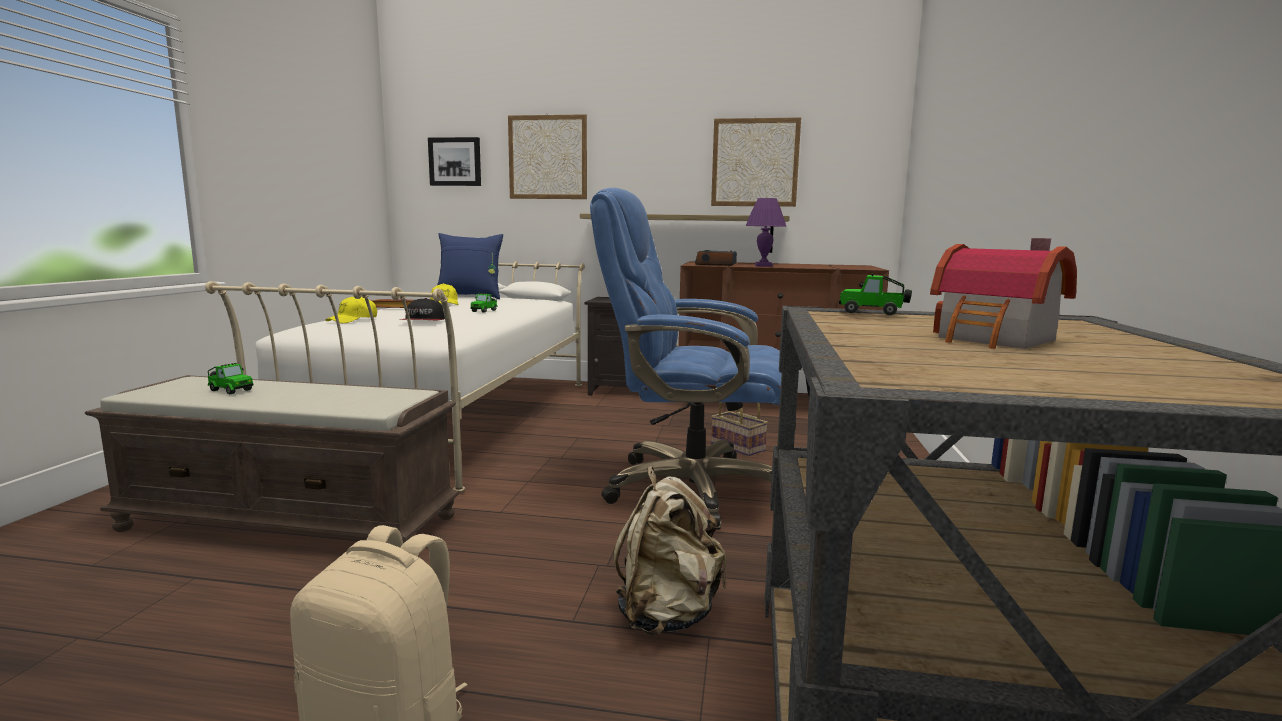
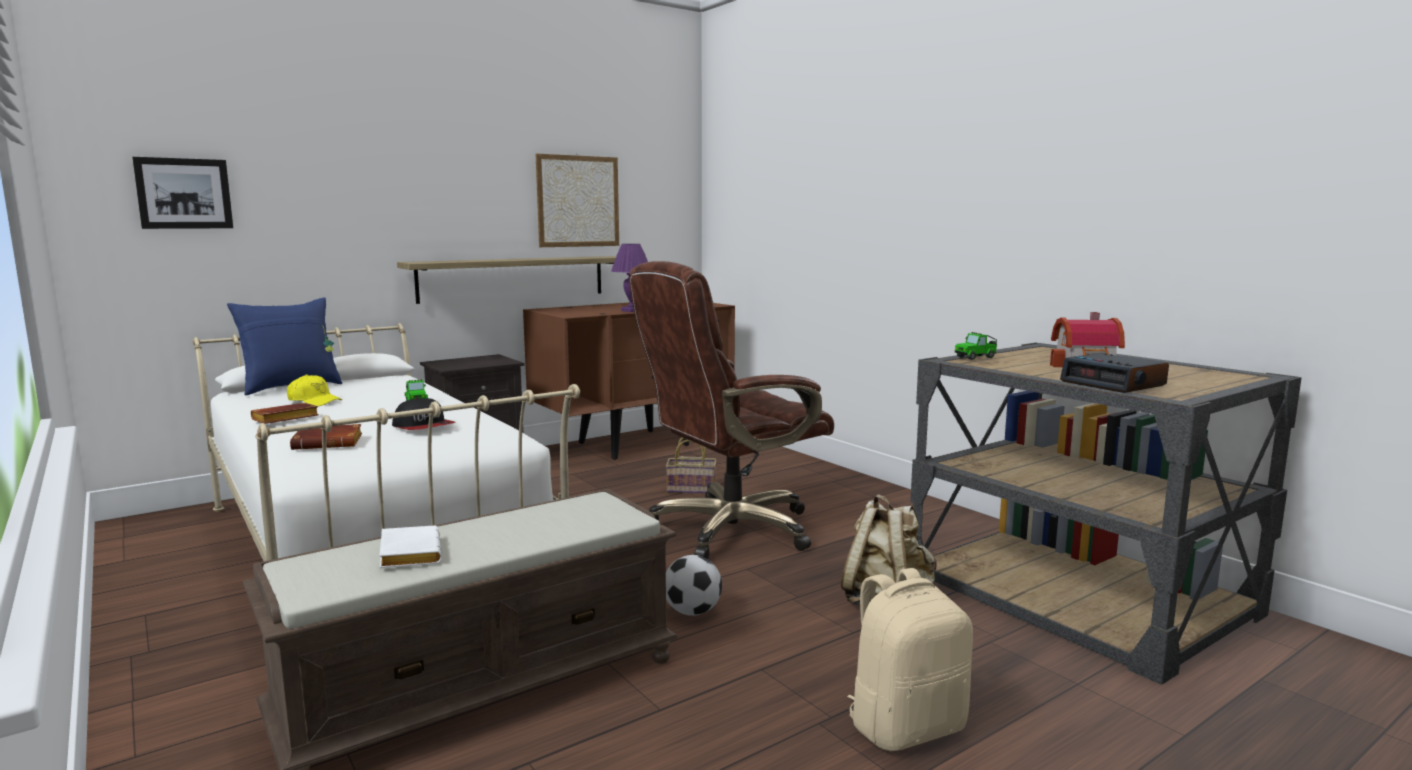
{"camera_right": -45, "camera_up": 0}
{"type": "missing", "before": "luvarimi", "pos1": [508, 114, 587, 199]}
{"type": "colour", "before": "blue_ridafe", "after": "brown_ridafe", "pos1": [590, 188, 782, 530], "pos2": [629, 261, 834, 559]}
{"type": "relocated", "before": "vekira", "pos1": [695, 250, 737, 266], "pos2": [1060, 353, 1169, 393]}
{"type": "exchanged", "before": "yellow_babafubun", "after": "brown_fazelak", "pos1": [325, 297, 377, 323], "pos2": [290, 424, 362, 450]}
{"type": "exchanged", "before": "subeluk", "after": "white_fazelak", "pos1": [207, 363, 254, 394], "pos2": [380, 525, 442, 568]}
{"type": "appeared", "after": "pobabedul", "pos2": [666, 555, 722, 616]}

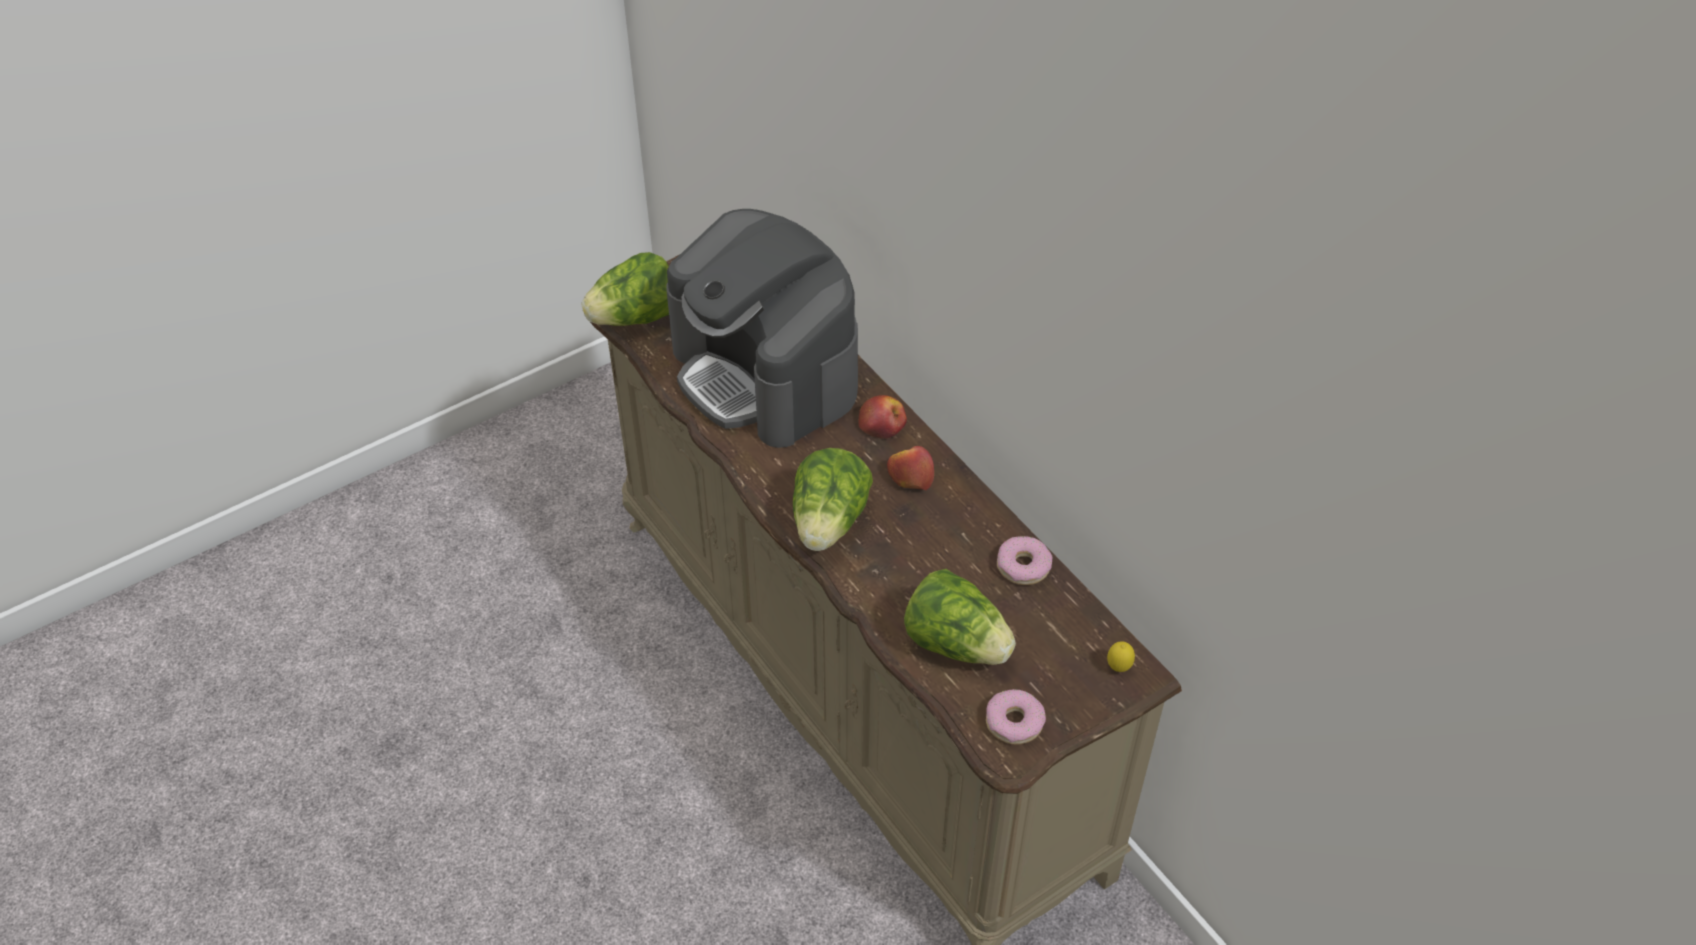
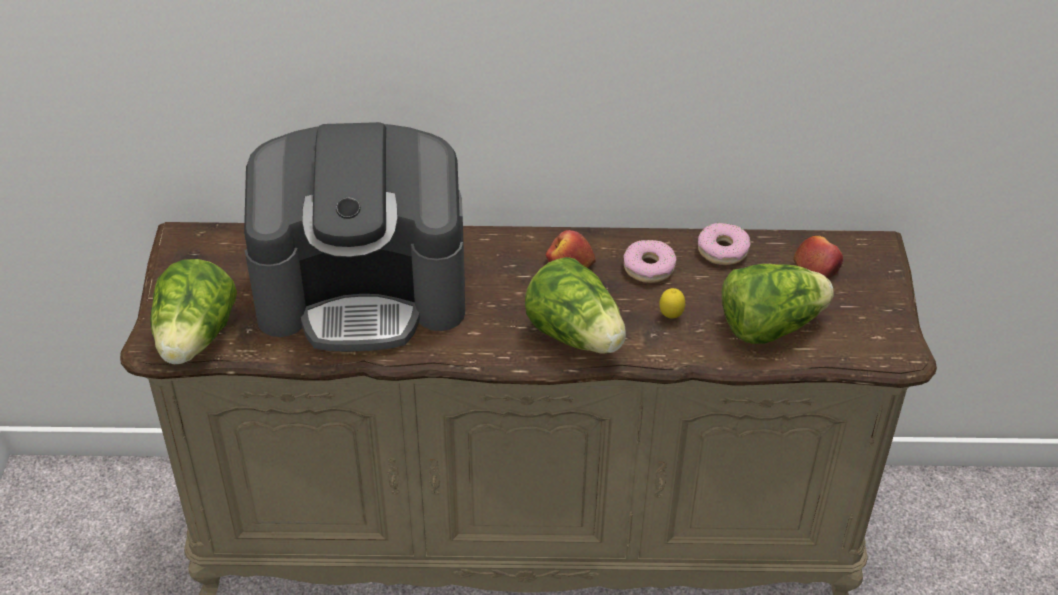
{"camera_right": -55, "camera_up": -5}
{"type": "relocated", "before": "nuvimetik", "pos1": [858, 395, 907, 439], "pos2": [793, 236, 843, 278]}
{"type": "relocated", "before": "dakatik", "pos1": [1107, 641, 1135, 672], "pos2": [659, 288, 685, 319]}
{"type": "relocated", "before": "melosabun", "pos1": [986, 689, 1046, 744], "pos2": [623, 240, 676, 283]}

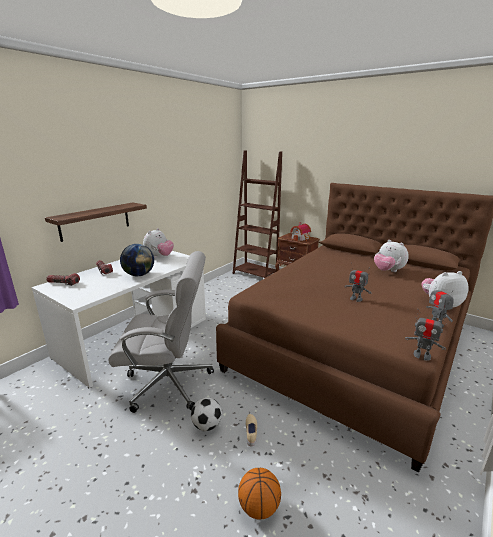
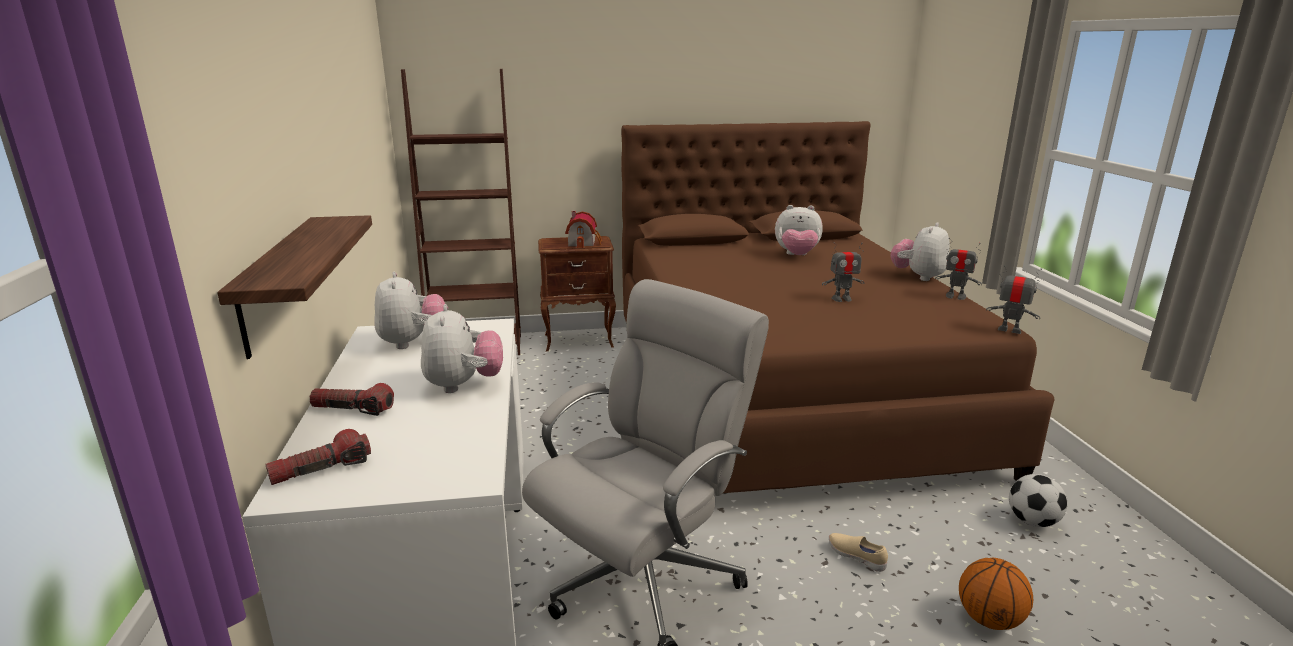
{"camera_right": -45, "camera_up": 0}
{"type": "exchanged", "before": "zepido", "after": "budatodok", "pos1": [120, 244, 154, 276], "pos2": [421, 304, 503, 393]}
{"type": "spun", "before": "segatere", "pos1": [405, 309, 447, 361], "pos2": [986, 265, 1042, 334], "turn": -135}
{"type": "relocated", "before": "pobabedul", "pos1": [191, 397, 222, 431], "pos2": [1009, 474, 1068, 527]}

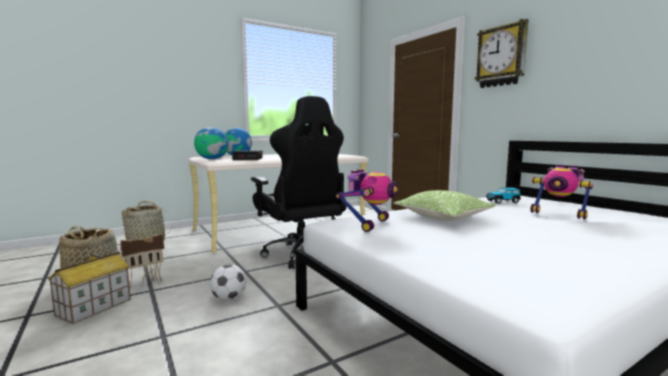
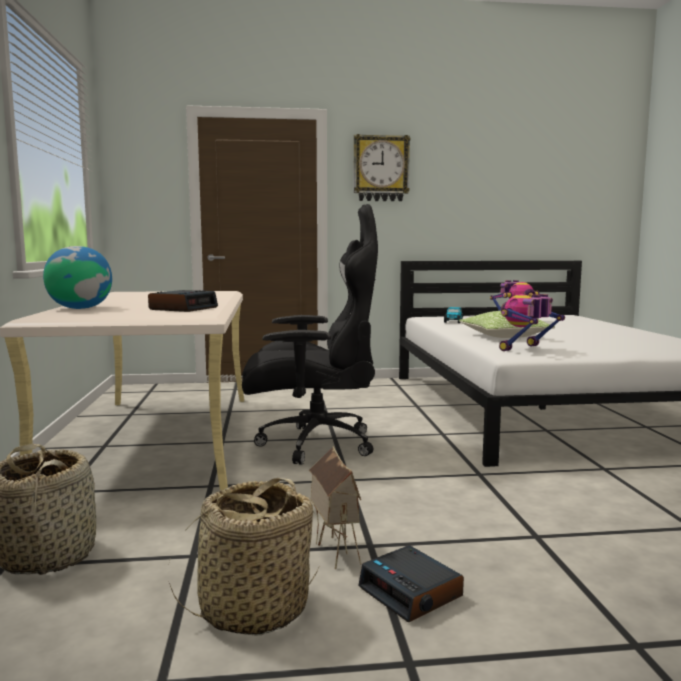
{"camera_right": -65, "camera_up": 0}
{"type": "missing", "before": "zepido", "pos1": [194, 127, 228, 159]}
{"type": "spun", "before": "segatere", "pos1": [335, 169, 398, 232], "pos2": [499, 294, 565, 351], "turn": -90}
{"type": "exchanged", "before": "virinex", "after": "vekira", "pos1": [48, 252, 131, 324], "pos2": [358, 545, 464, 622]}
{"type": "missing", "before": "pobabedul", "pos1": [210, 264, 246, 301]}

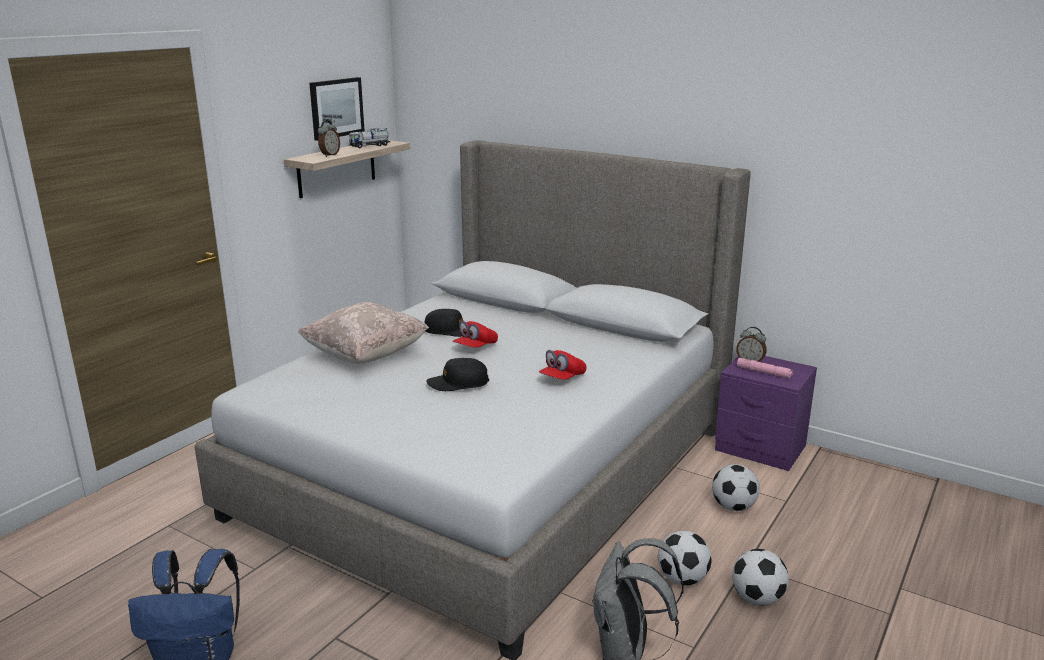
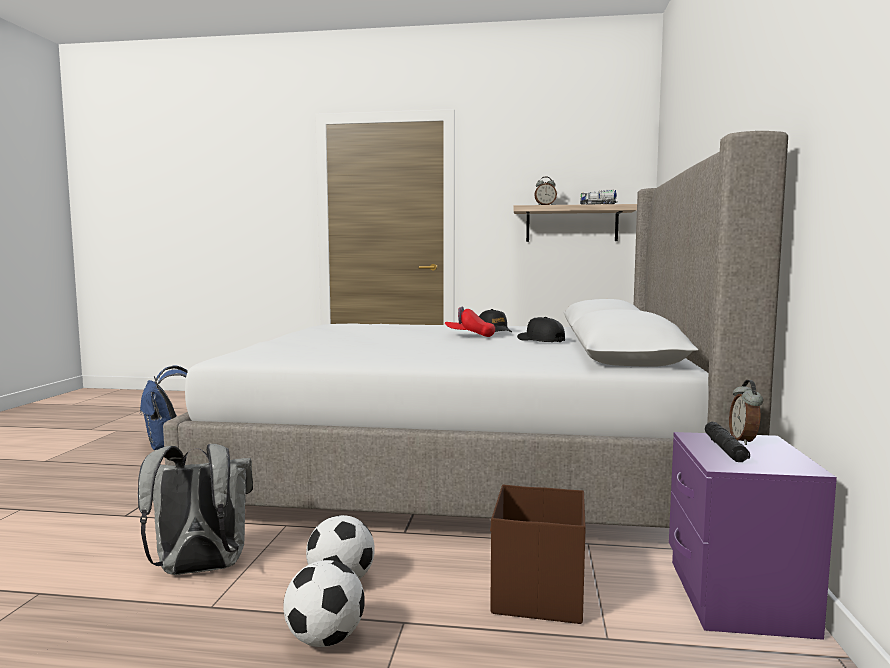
{"camera_right": 65, "camera_up": -15}
{"type": "missing", "before": "luvarimi", "pos1": [309, 77, 364, 141]}
{"type": "missing", "before": "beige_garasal", "pos1": [298, 302, 429, 364]}
{"type": "missing", "before": "red_babafubun", "pos1": [539, 350, 586, 380]}
{"type": "relocated", "before": "black_babafubun", "pos1": [427, 358, 489, 391], "pos2": [517, 317, 565, 342]}
{"type": "colour", "before": "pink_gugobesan", "after": "black_gugobesan", "pos1": [737, 358, 792, 378], "pos2": [705, 422, 750, 462]}
{"type": "exchanged", "before": "pobabedul", "after": "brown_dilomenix", "pos1": [712, 464, 760, 511], "pos2": [490, 485, 586, 624]}

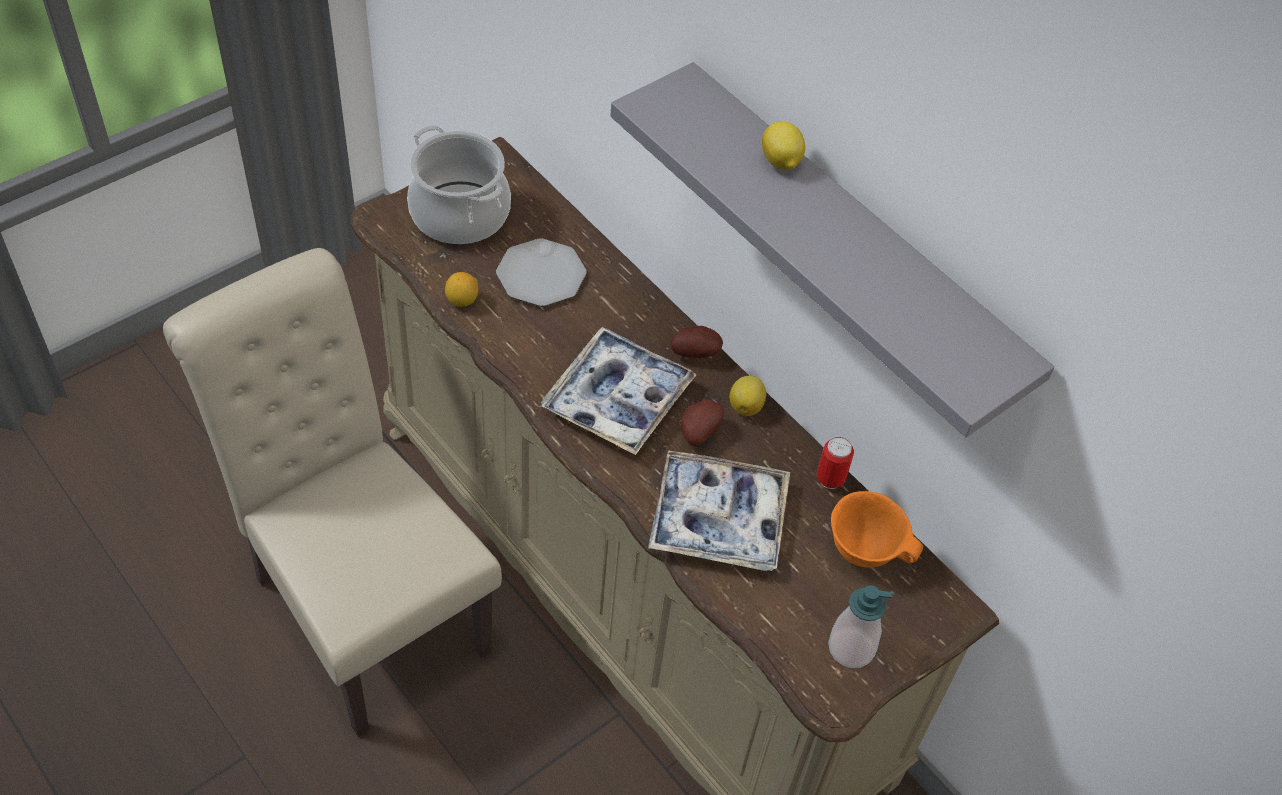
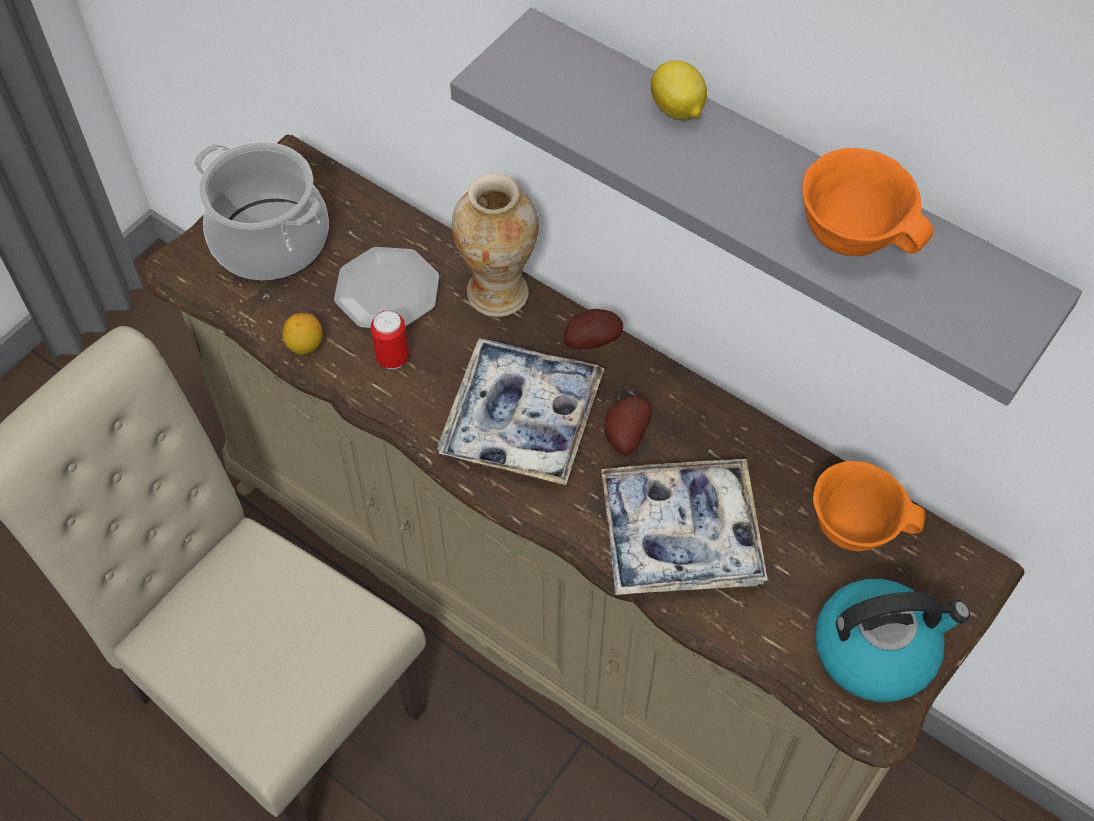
{"camera_right": -10, "camera_up": 5}
{"type": "missing", "before": "dakatik", "pos1": [729, 376, 766, 416]}
{"type": "relocated", "before": "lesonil", "pos1": [817, 437, 854, 489], "pos2": [370, 310, 409, 369]}
{"type": "exchanged", "before": "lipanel", "after": "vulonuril", "pos1": [828, 585, 893, 668], "pos2": [815, 579, 970, 702]}
{"type": "appeared", "after": "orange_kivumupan", "pos2": [802, 148, 934, 256]}
{"type": "appeared", "after": "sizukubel", "pos2": [452, 173, 539, 317]}

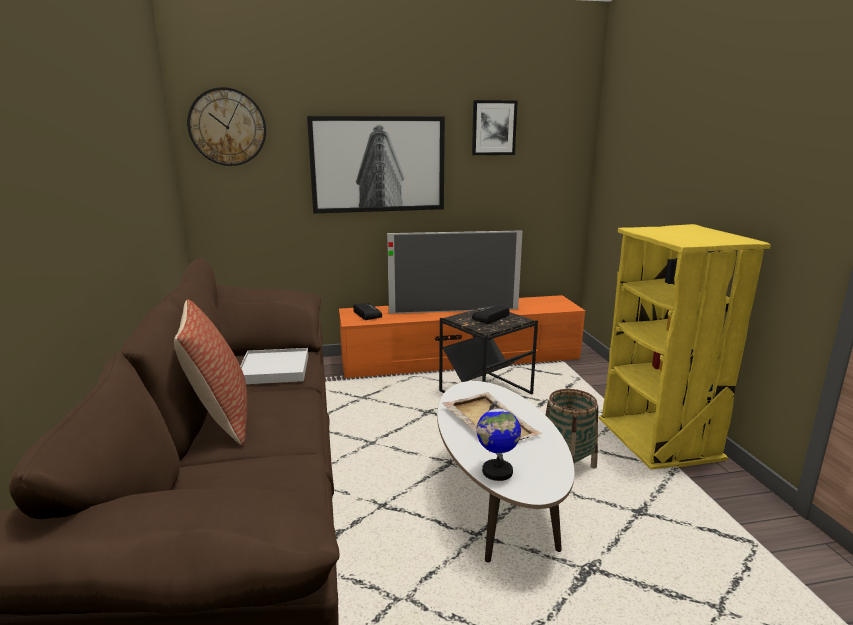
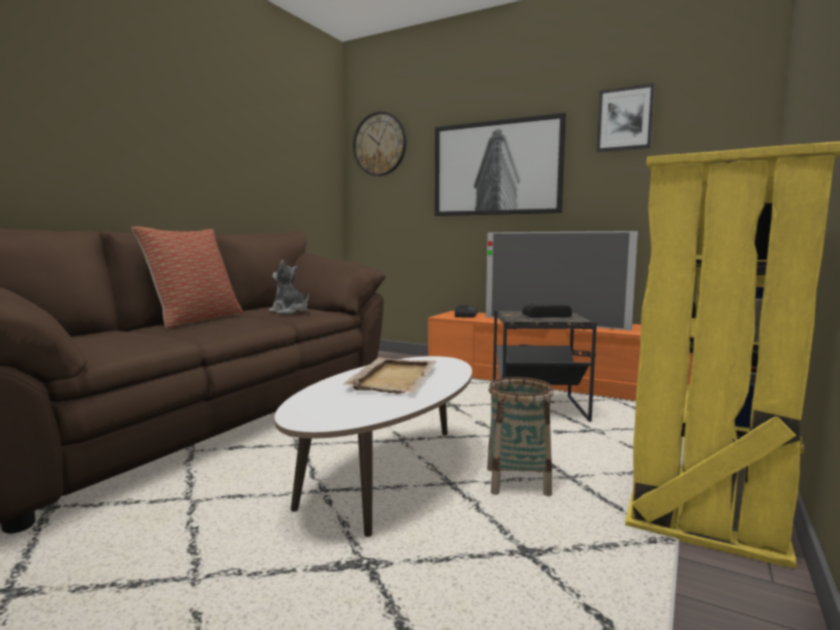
{"camera_right": 40, "camera_up": -10}
{"type": "exchanged", "before": "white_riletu", "after": "budatodok", "pos1": [240, 348, 308, 384], "pos2": [269, 260, 309, 314]}
{"type": "missing", "before": "zepido", "pos1": [477, 401, 521, 481]}

